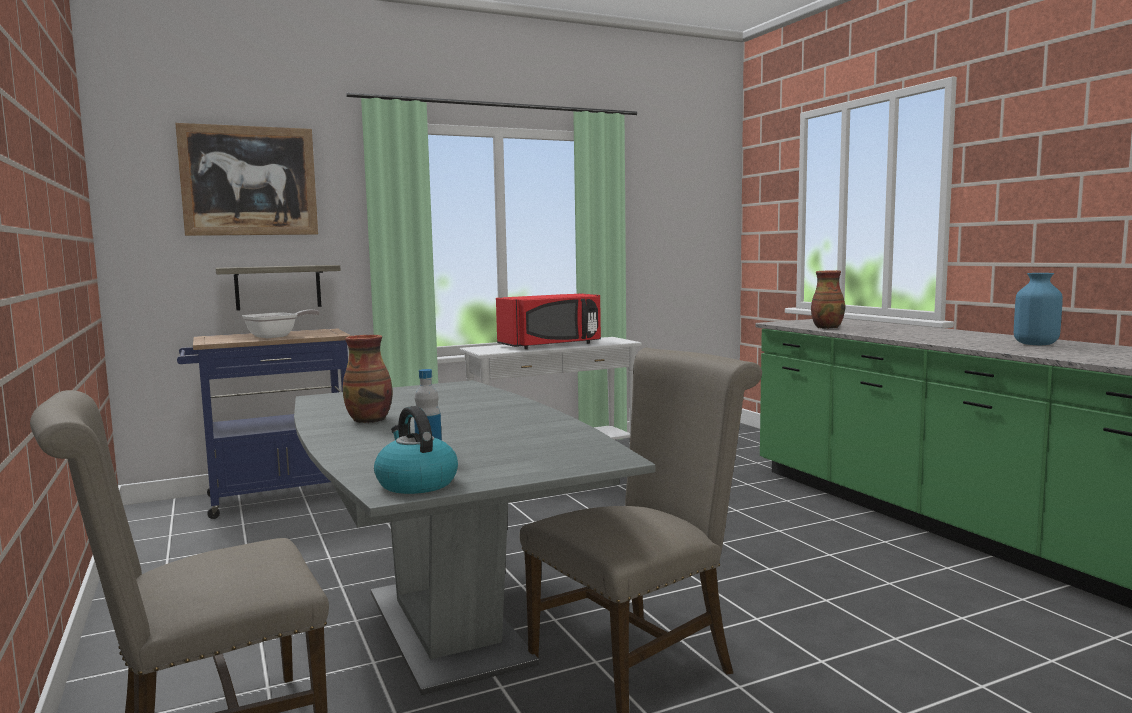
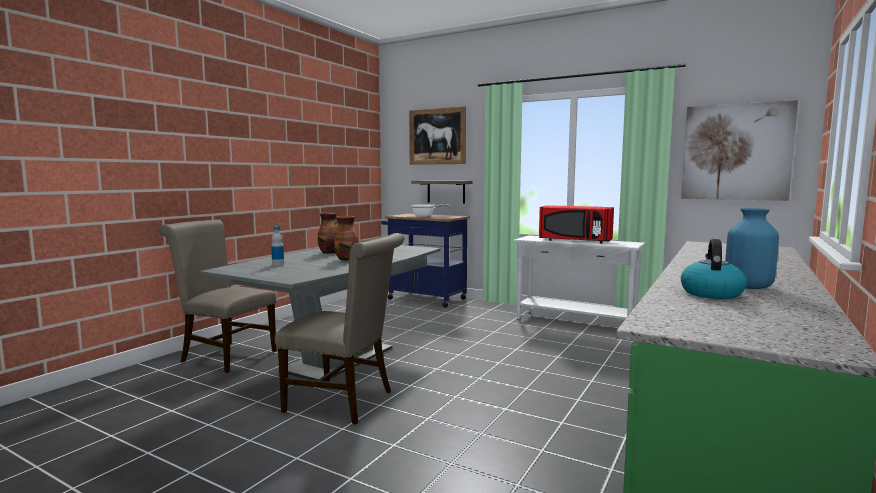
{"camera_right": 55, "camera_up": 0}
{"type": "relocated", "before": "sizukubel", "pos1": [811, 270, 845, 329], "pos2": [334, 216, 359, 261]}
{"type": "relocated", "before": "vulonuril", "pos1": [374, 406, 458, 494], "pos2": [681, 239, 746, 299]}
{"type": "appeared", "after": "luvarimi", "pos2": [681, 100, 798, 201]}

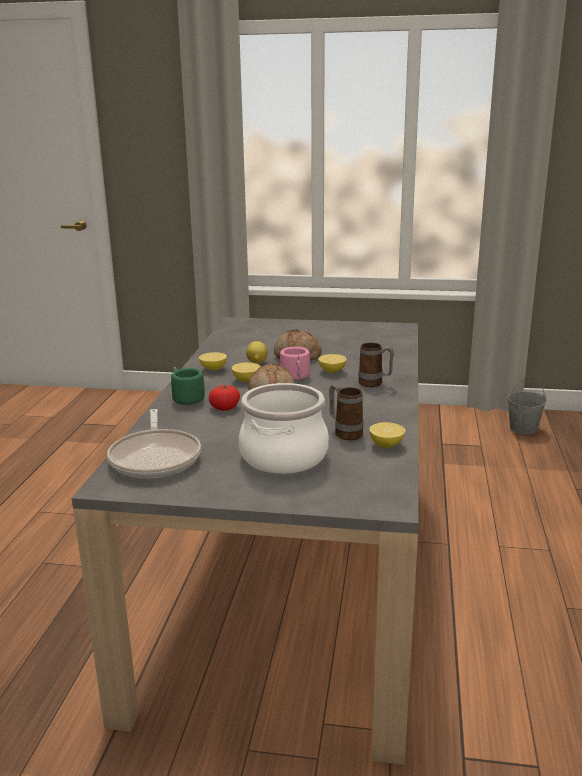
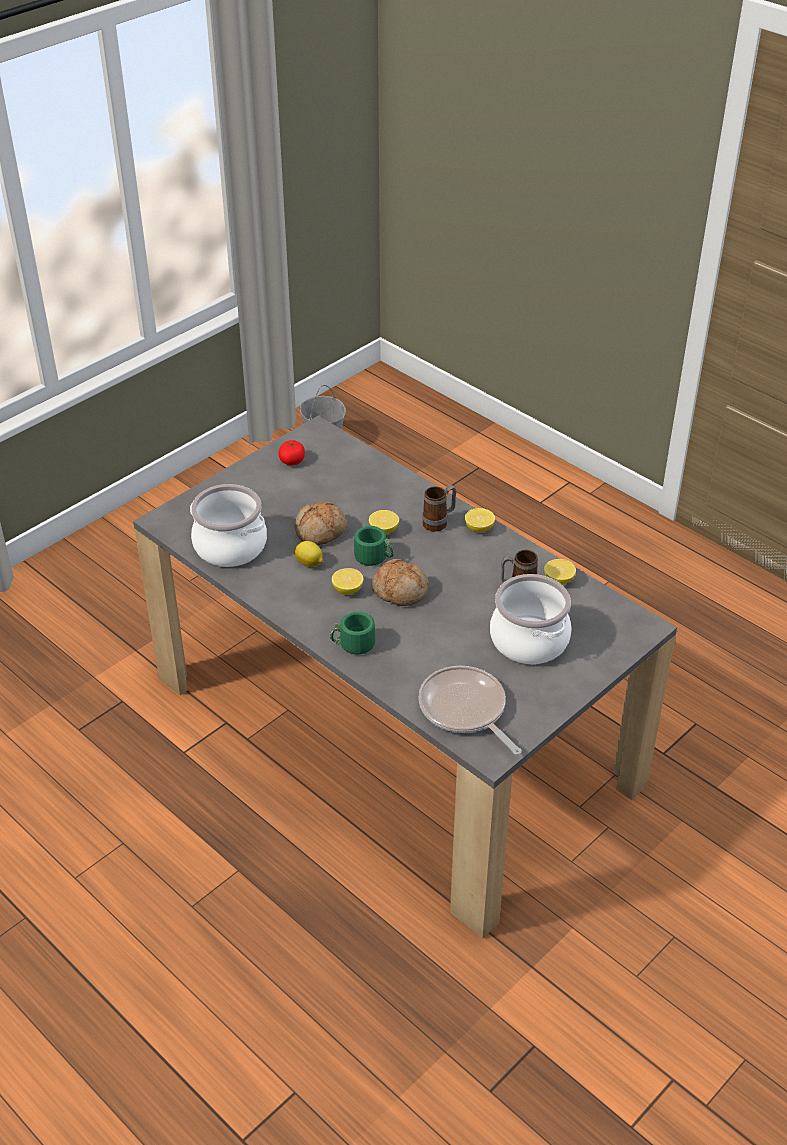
{"camera_right": -55, "camera_up": 20}
{"type": "colour", "before": "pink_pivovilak", "after": "green_pivovilak", "pos1": [280, 347, 310, 380], "pos2": [354, 526, 394, 566]}
{"type": "relocated", "before": "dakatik", "pos1": [199, 352, 227, 371], "pos2": [465, 508, 495, 532]}
{"type": "relocated", "before": "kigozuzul", "pos1": [209, 385, 240, 411], "pos2": [278, 440, 305, 465]}
{"type": "spun", "before": "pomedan", "pos1": [107, 409, 201, 478], "pos2": [418, 666, 522, 755], "turn": -150}
{"type": "appeared", "after": "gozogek", "pos2": [190, 484, 267, 567]}

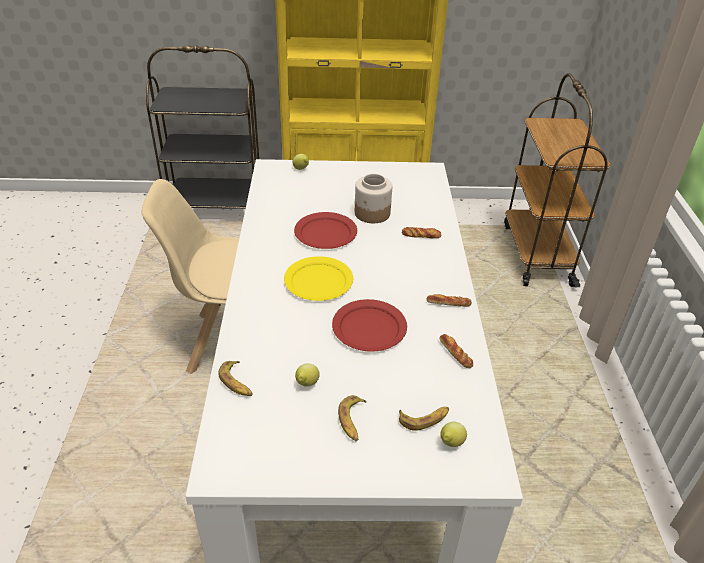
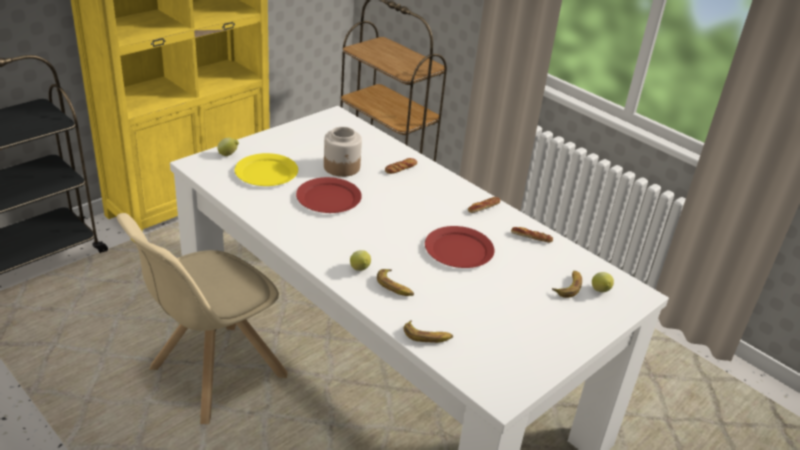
{"camera_right": -45, "camera_up": -5}
{"type": "relocated", "before": "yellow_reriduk", "pos1": [284, 256, 353, 301], "pos2": [235, 153, 298, 186]}
{"type": "relocated", "before": "dakatik", "pos1": [295, 363, 320, 387], "pos2": [350, 250, 371, 271]}
{"type": "relocated", "before": "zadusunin", "pos1": [338, 395, 367, 442], "pos2": [377, 269, 414, 296]}

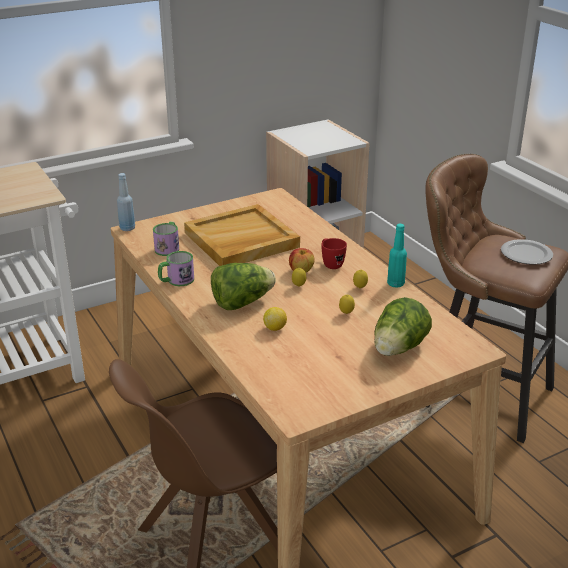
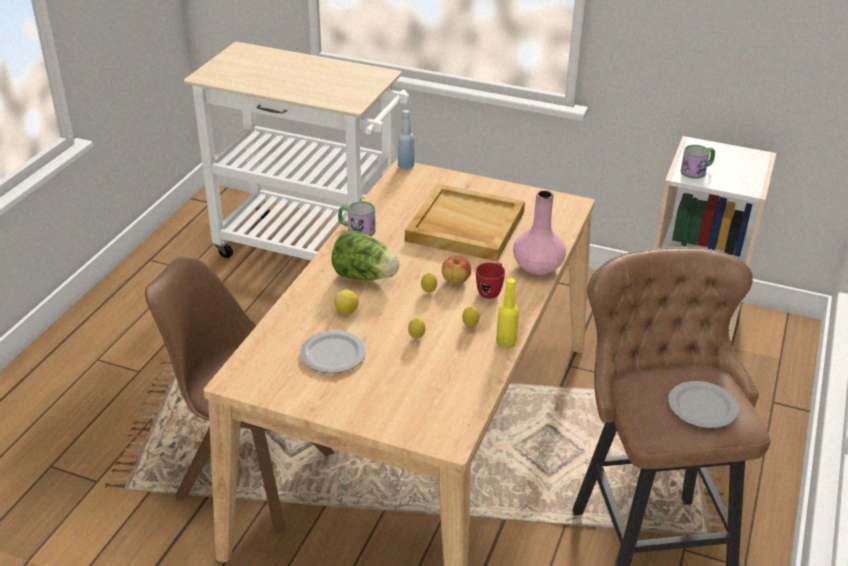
{"camera_right": 50, "camera_up": 5}
{"type": "relocated", "before": "pivovilak", "pos1": [153, 221, 179, 256], "pos2": [681, 145, 715, 179]}
{"type": "colour", "before": "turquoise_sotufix", "after": "yellow_sotufix", "pos1": [387, 224, 407, 288], "pos2": [496, 278, 519, 349]}
{"type": "missing", "before": "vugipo", "pos1": [374, 297, 432, 356]}
{"type": "appeared", "after": "pink_sizukubel", "pos2": [513, 190, 566, 275]}
{"type": "appeared", "after": "reriduk", "pos2": [300, 330, 366, 373]}

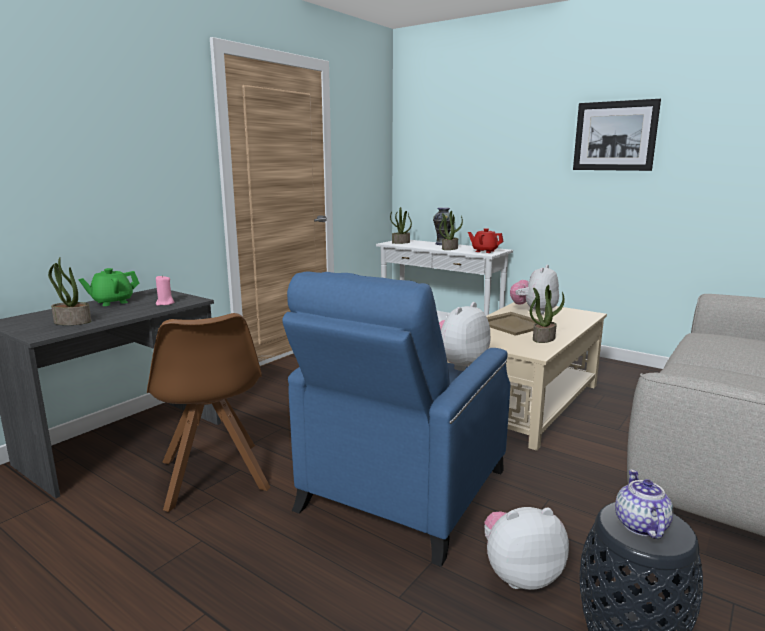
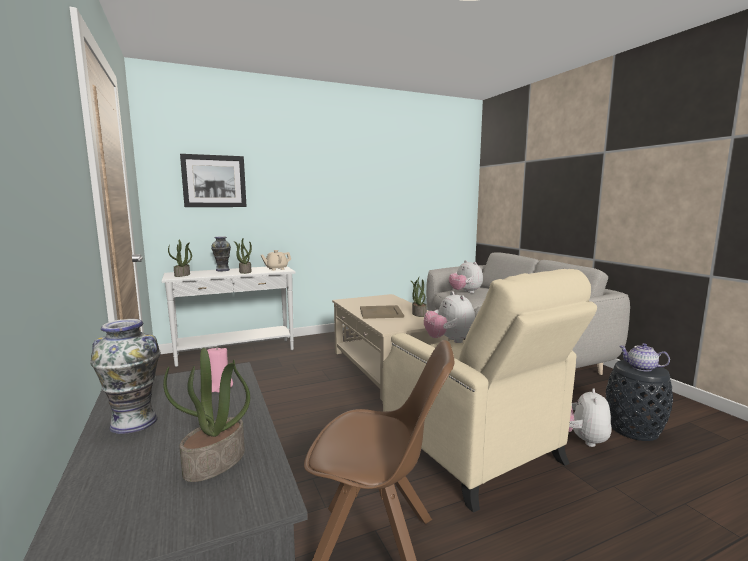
{"camera_right": -60, "camera_up": -5}
{"type": "relocated", "before": "luvarimi", "pos1": [573, 99, 661, 171], "pos2": [180, 154, 247, 207]}
{"type": "colour", "before": "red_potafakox", "after": "beige_potafakox", "pos1": [468, 228, 504, 253], "pos2": [261, 250, 291, 271]}
{"type": "relocated", "before": "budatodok", "pos1": [510, 265, 559, 315], "pos2": [449, 260, 483, 293]}
{"type": "exchanged", "before": "green_potafakox", "after": "sizukubel", "pos1": [78, 268, 139, 306], "pos2": [90, 319, 161, 434]}
{"type": "colour", "before": "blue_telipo", "after": "beige_telipo", "pos1": [282, 271, 510, 567], "pos2": [383, 269, 597, 513]}

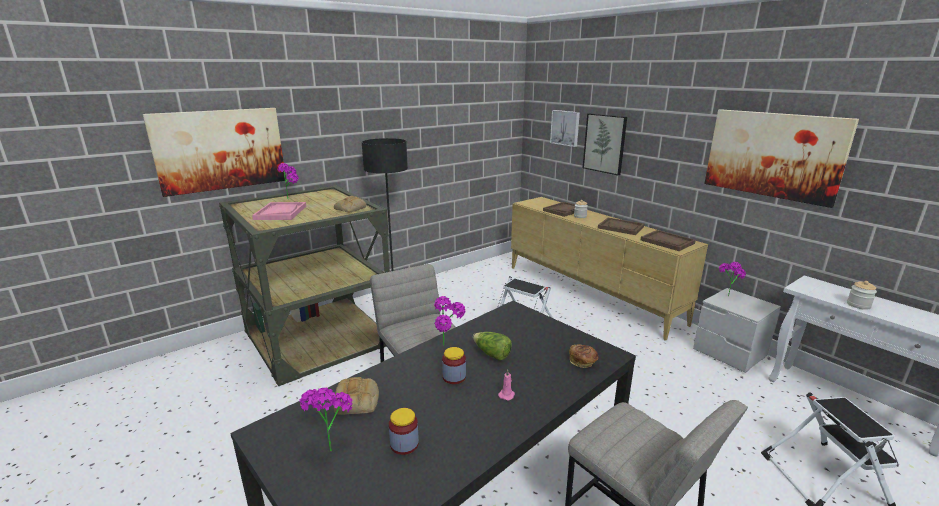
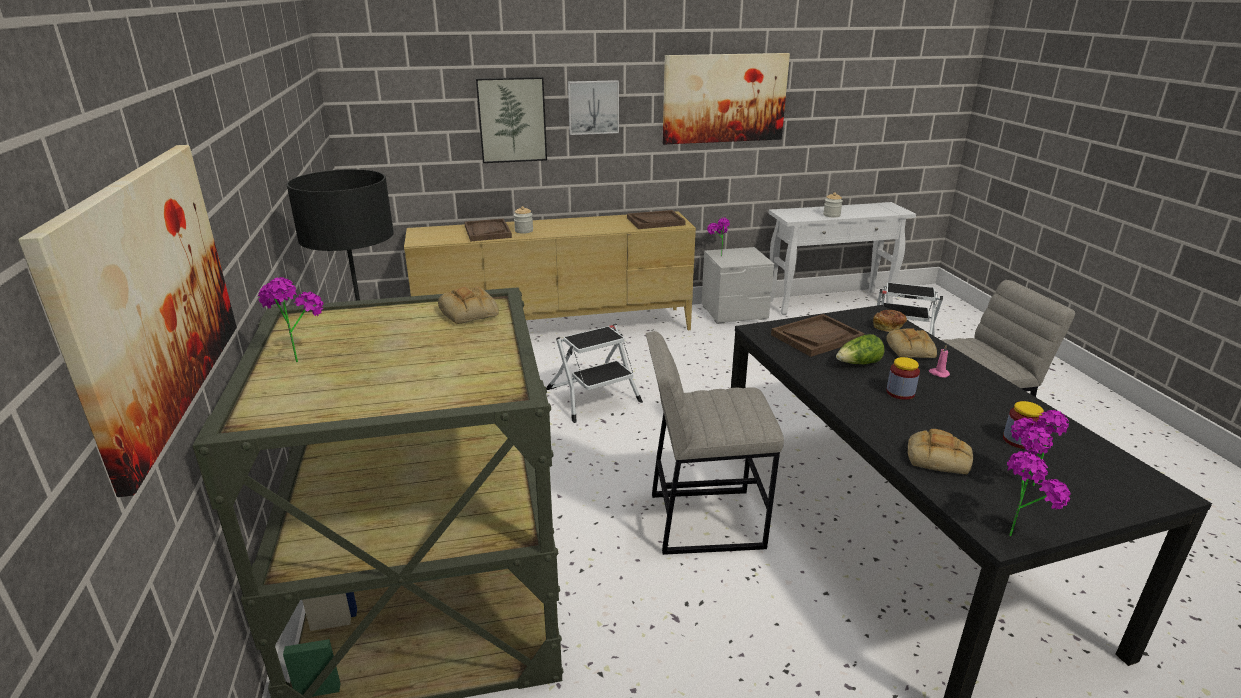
{"camera_right": -65, "camera_up": 5}
{"type": "relocated", "before": "luvarimi", "pos1": [550, 110, 580, 147], "pos2": [568, 80, 619, 135]}
{"type": "missing", "before": "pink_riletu", "pos1": [252, 202, 306, 220]}
{"type": "relocated", "before": "brown_riletu", "pos1": [598, 218, 644, 235], "pos2": [771, 314, 864, 357]}
{"type": "relocated", "before": "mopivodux", "pos1": [434, 296, 466, 346], "pos2": [1007, 451, 1071, 536]}
{"type": "appeared", "after": "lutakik", "pos2": [886, 328, 937, 358]}

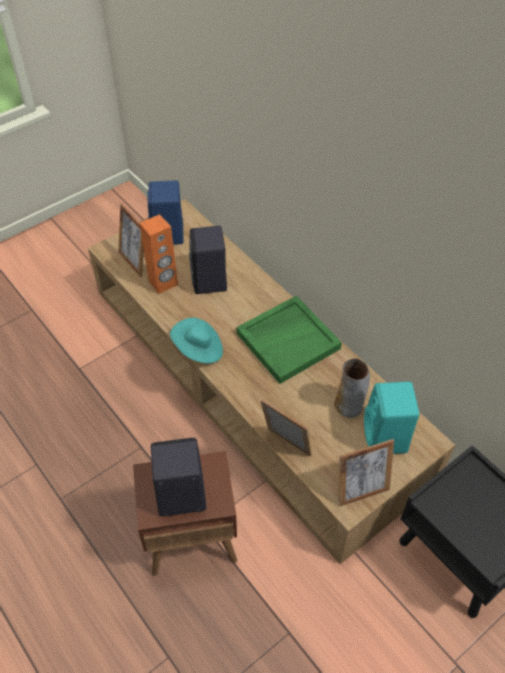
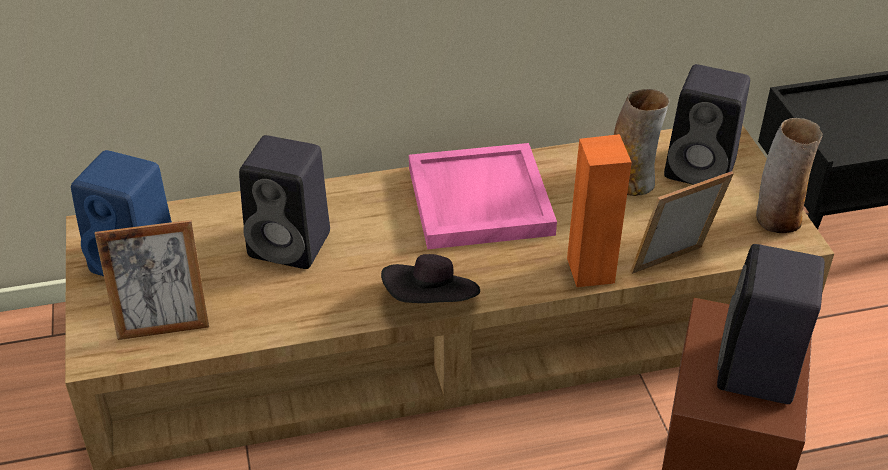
{"camera_right": -65, "camera_up": -10}
{"type": "relocated", "before": "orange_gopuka", "pos1": [139, 214, 178, 294], "pos2": [567, 134, 632, 287]}
{"type": "colour", "before": "green_riletu", "after": "pink_riletu", "pos1": [236, 295, 342, 384], "pos2": [409, 143, 557, 250]}
{"type": "colour", "before": "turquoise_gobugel", "after": "black_gobugel", "pos1": [170, 318, 223, 363], "pos2": [381, 254, 480, 303]}
{"type": "colour", "before": "turquoise_gopuka", "after": "black_gopuka", "pos1": [364, 382, 419, 454], "pos2": [664, 64, 750, 185]}
{"type": "exchanged", "before": "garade", "after": "sizukubel", "pos1": [339, 439, 394, 506], "pos2": [756, 118, 823, 233]}

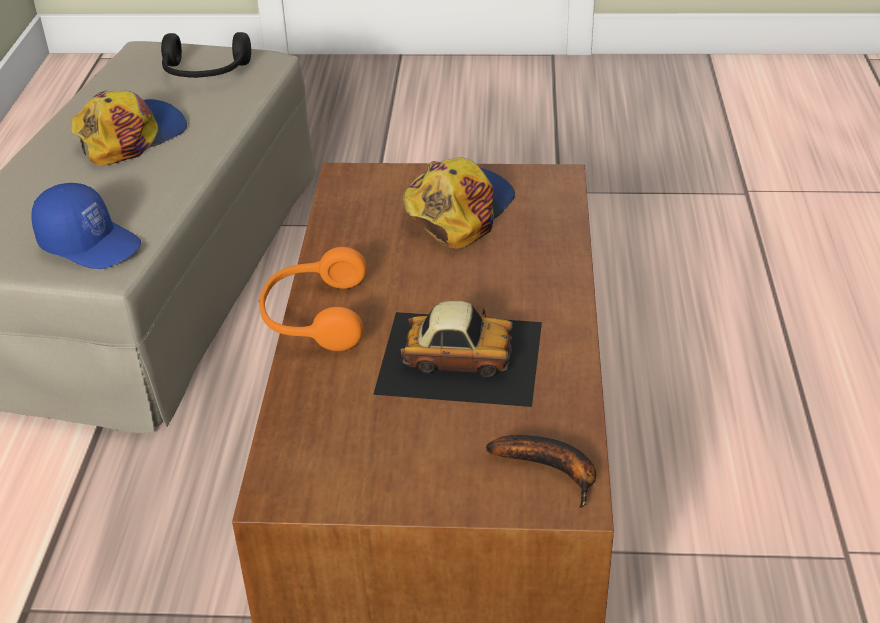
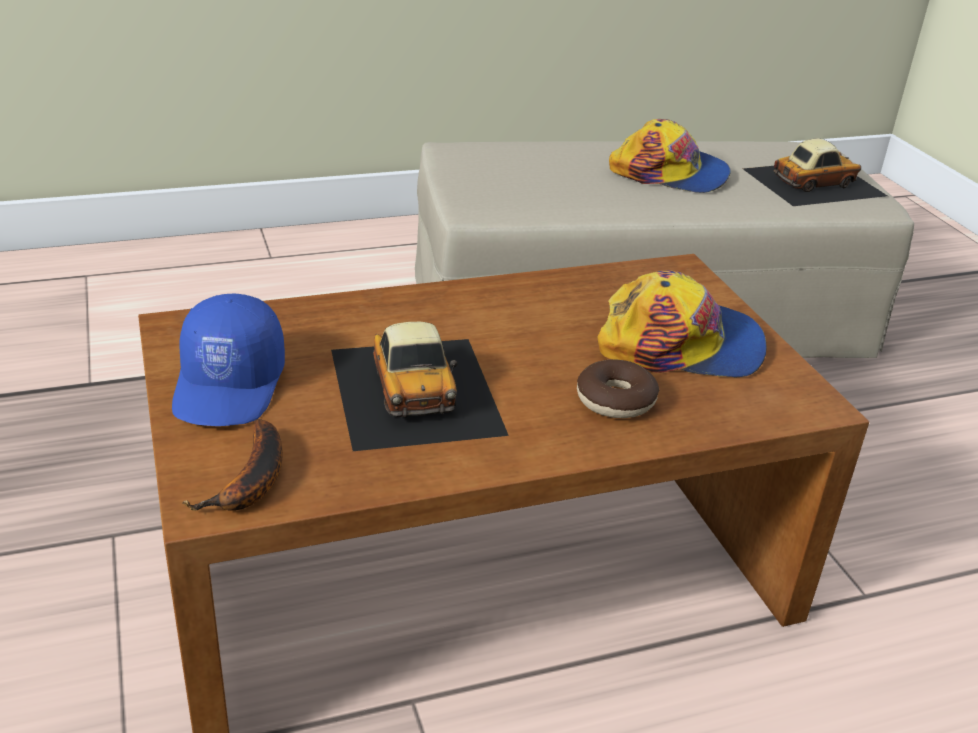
{"camera_right": 65, "camera_up": -5}
{"type": "exchanged", "before": "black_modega", "after": "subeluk", "pos1": [161, 32, 251, 78], "pos2": [743, 138, 887, 206]}
{"type": "relocated", "before": "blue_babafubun", "pos1": [31, 183, 141, 269], "pos2": [172, 294, 285, 426]}
{"type": "missing", "before": "orange_modega", "pos1": [259, 247, 367, 351]}
{"type": "appeared", "after": "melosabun", "pos2": [577, 359, 660, 418]}

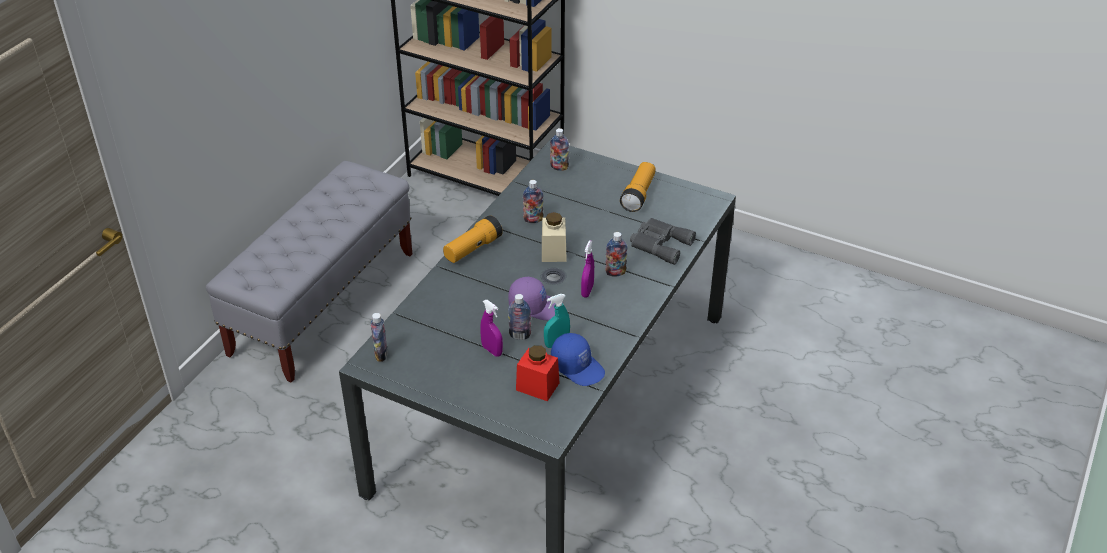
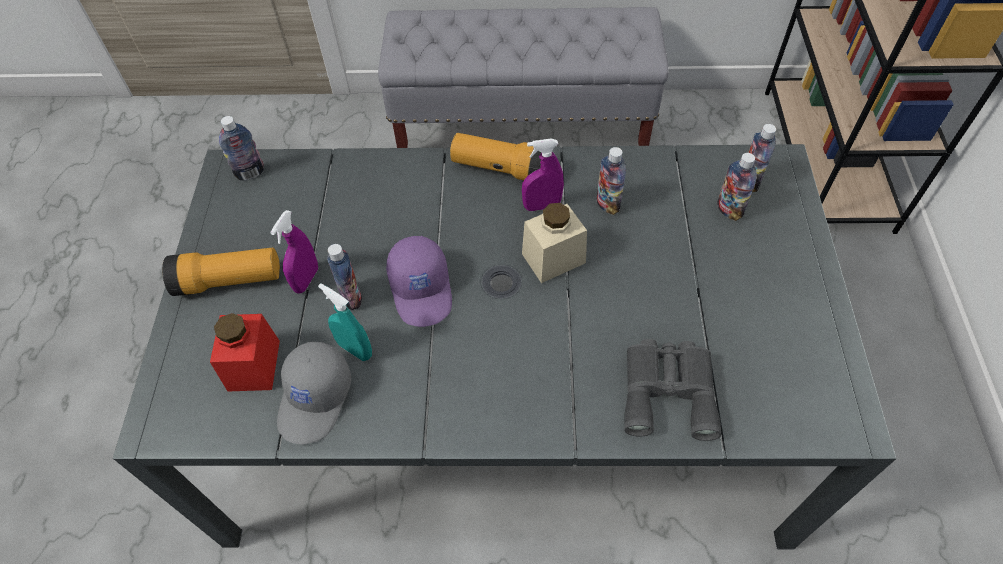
{"camera_right": 65, "camera_up": 15}
{"type": "relocated", "before": "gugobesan", "pos1": [620, 162, 656, 212], "pos2": [162, 248, 280, 296]}
{"type": "relocated", "before": "sotufix", "pos1": [605, 232, 628, 277], "pos2": [717, 153, 757, 221]}
{"type": "relocated", "before": "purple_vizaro", "pos1": [581, 240, 594, 298], "pos2": [522, 139, 564, 211]}
{"type": "colour", "before": "blue_babafubun", "after": "grey_babafubun", "pos1": [551, 333, 605, 386], "pos2": [277, 342, 351, 444]}

